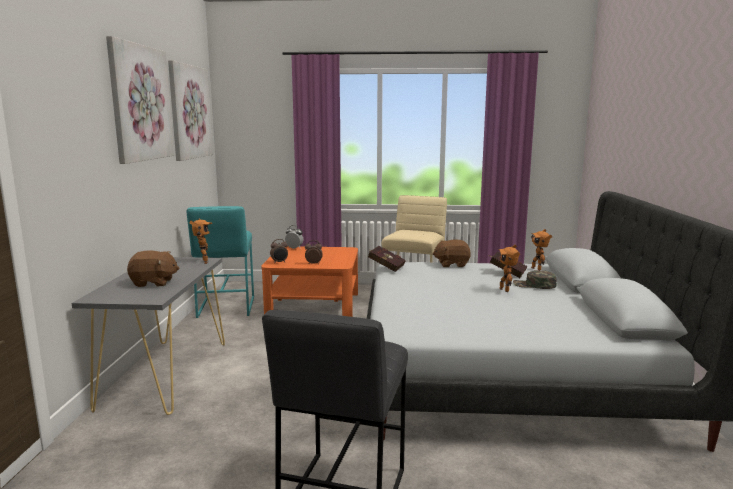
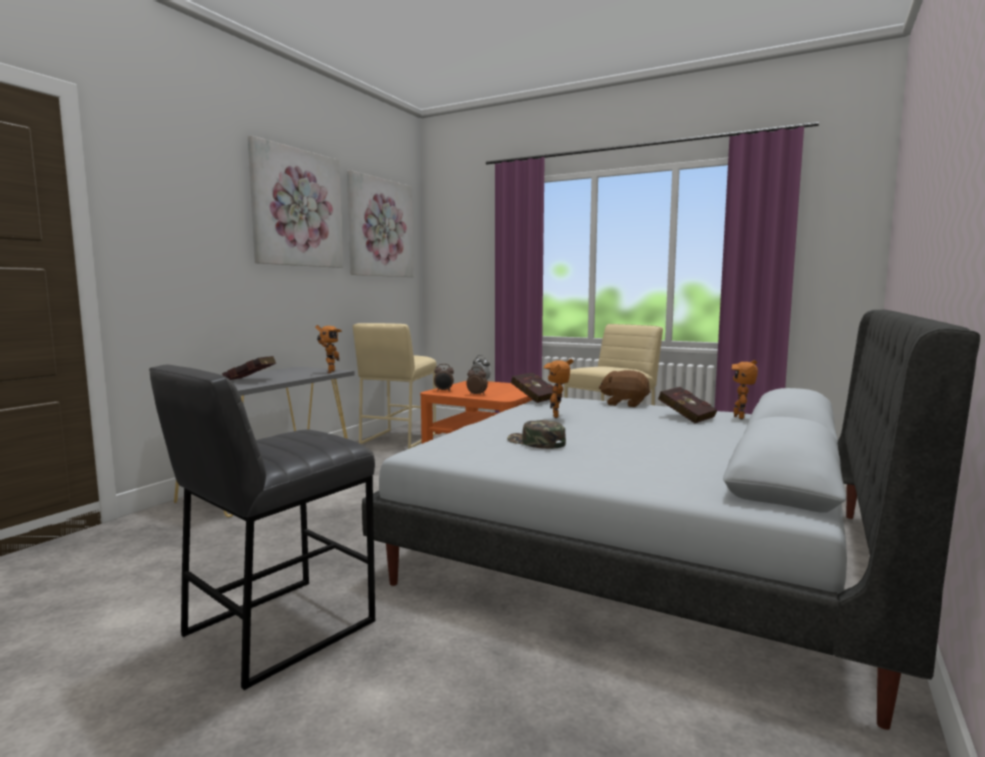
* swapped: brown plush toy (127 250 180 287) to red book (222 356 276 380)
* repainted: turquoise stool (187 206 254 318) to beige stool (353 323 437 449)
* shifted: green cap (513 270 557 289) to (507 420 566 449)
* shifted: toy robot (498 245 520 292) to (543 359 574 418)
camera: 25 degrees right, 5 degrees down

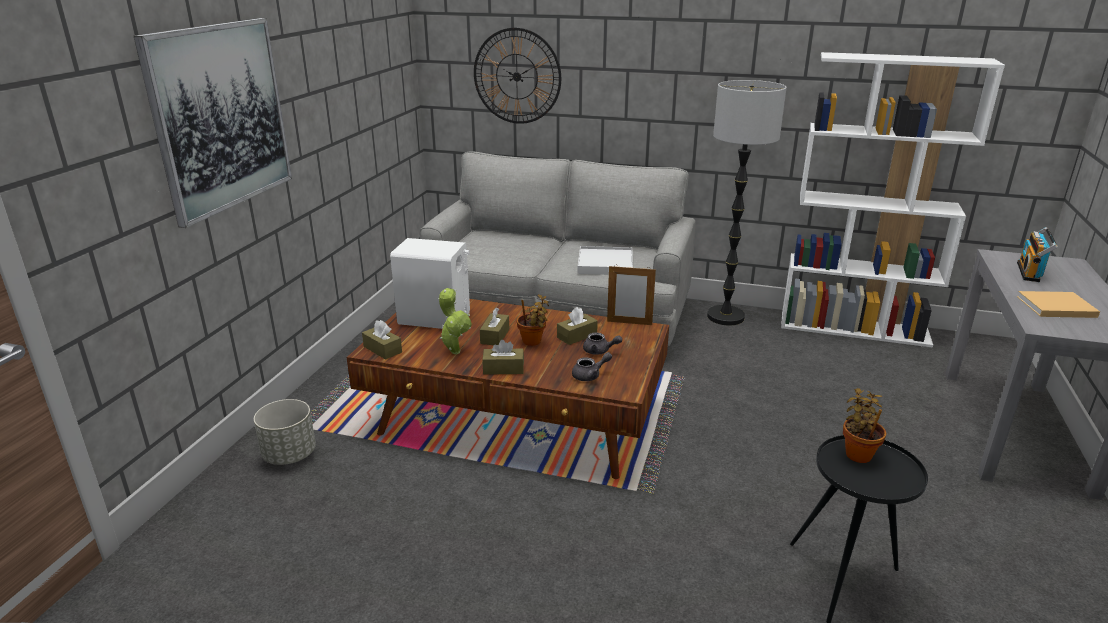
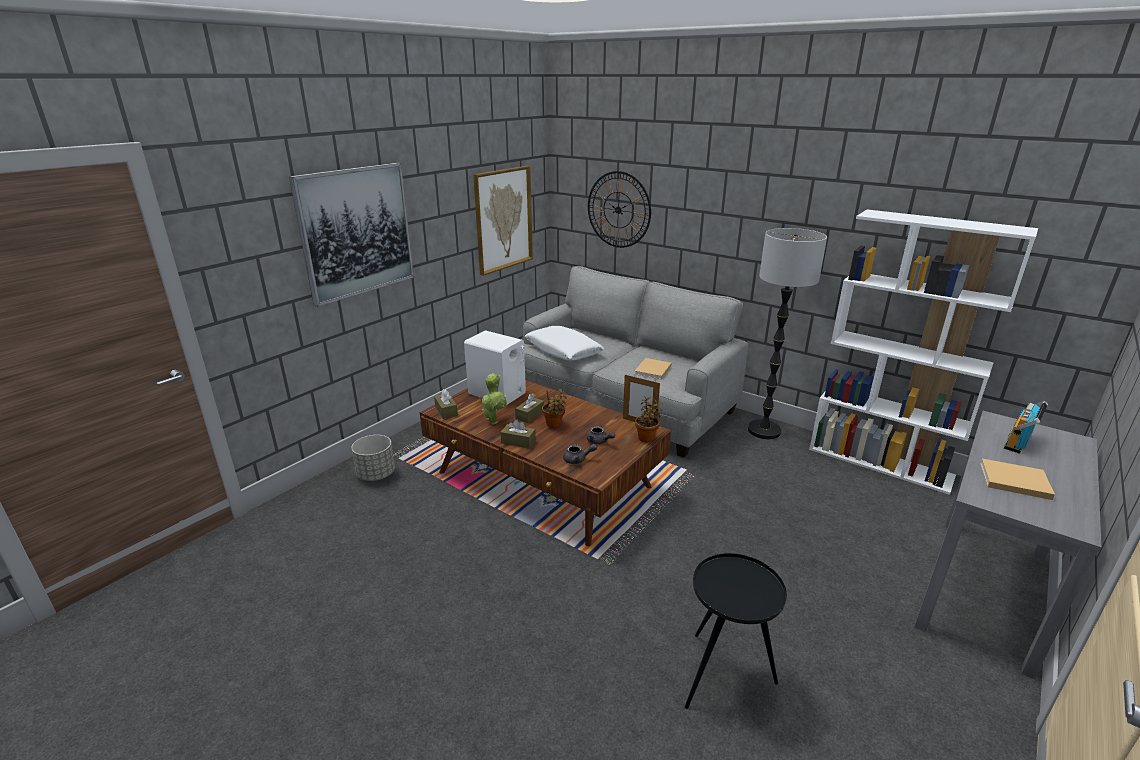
* new: picture (473 166 533 276)
* new: white pillow (525 326 604 361)
* swapped: white tray (578 246 633 275) to beige book (634 358 671 380)
* shifted: potted plant (843 388 887 463) to (635 396 662 442)
* gone: brown tissue box (557 307 598 345)
camera: 20 degrees right, 0 degrees up

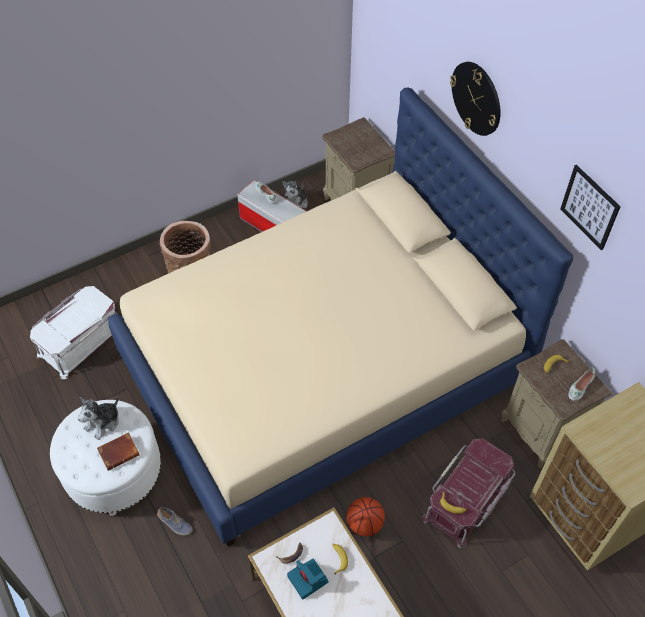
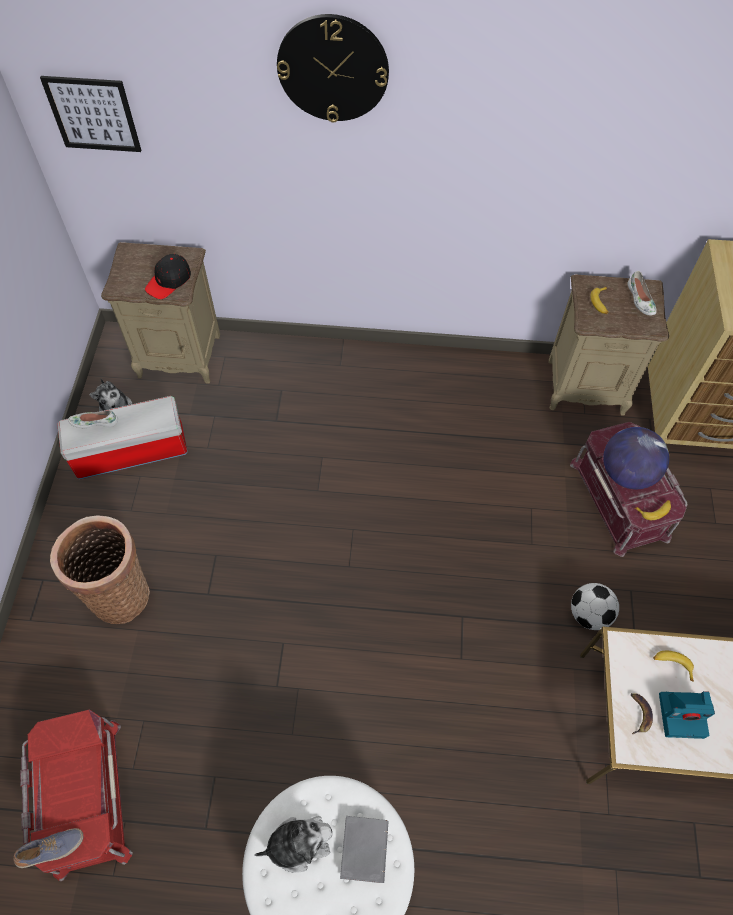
* shifted: shoe (157 507 192 536) to (13 828 84 868)
* repainted: white storage box (30 286 118 379) to red storage box (20 709 133 881)
* shifted: picture (560 165 621 250) to (40 76 141 152)
* new: black cap (145 254 191 299)
* rotated: plush toy (78 396 119 440) = (254 816 332 873) 90 degrees counterclockwise
* repainted: brown book (97 432 140 471) to grey book (340 816 389 883)
* swapped: basketball (347 497 385 536) to football (571 583 619 630)
* new: globe (603 427 669 489)
* gone: beige bed (108 87 573 546)
camera: 55 degrees left, 5 degrees up

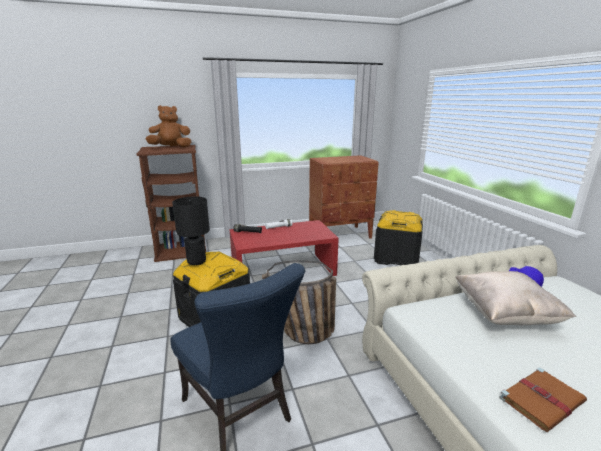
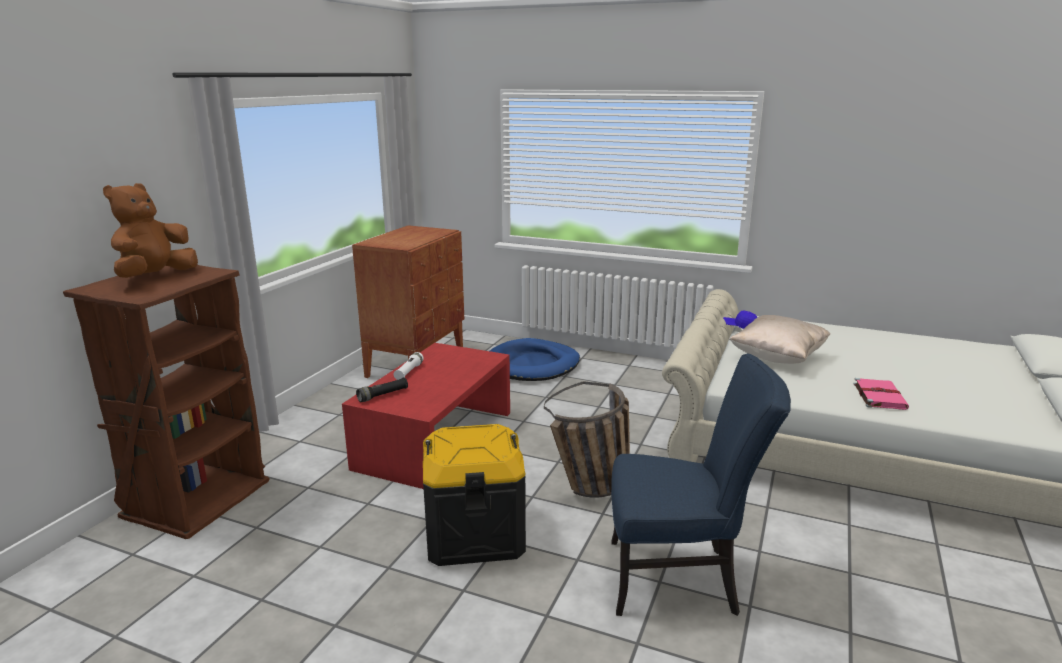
* swapped: black storage box (374 210 423 266) to blue dog bed (490 338 580 381)
* repainted: brown book (499 368 587 432) to pink book (853 378 909 410)
* gone: black table lamp (172 196 210 265)
camera: 50 degrees left, 0 degrees up

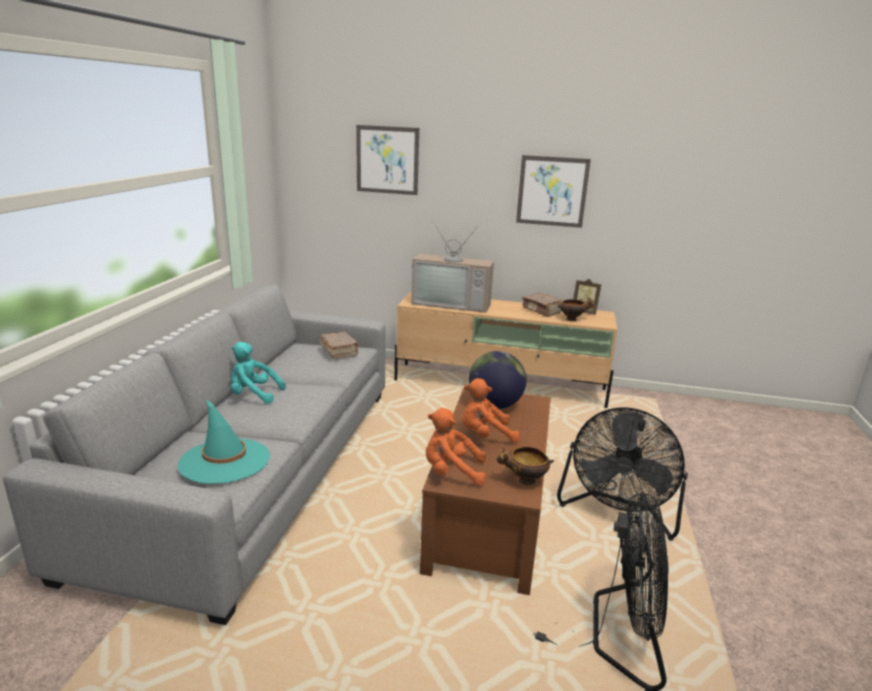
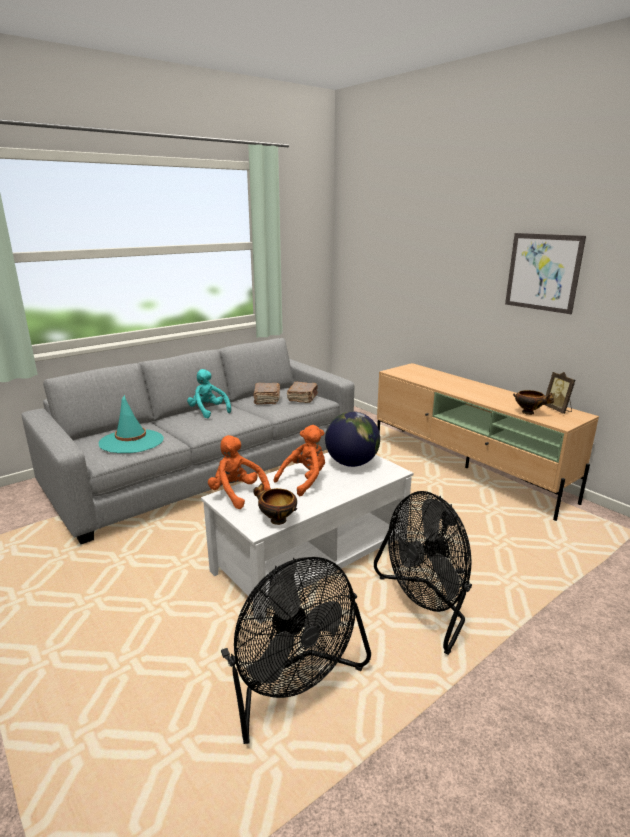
* repainted: brown coffee table (420 388 551 595) to white coffee table (201 452 414 624)
* shifted: brown book (522 293 562 317) to (254 383 280 405)
* rotated: orange plush toy (462 378 520 443) = (274 425 325 496) 105 degrees clockwise
* gone: picture (356 125 419 195)
* gone: television (411 219 494 313)
camera: 40 degrees right, 0 degrees up

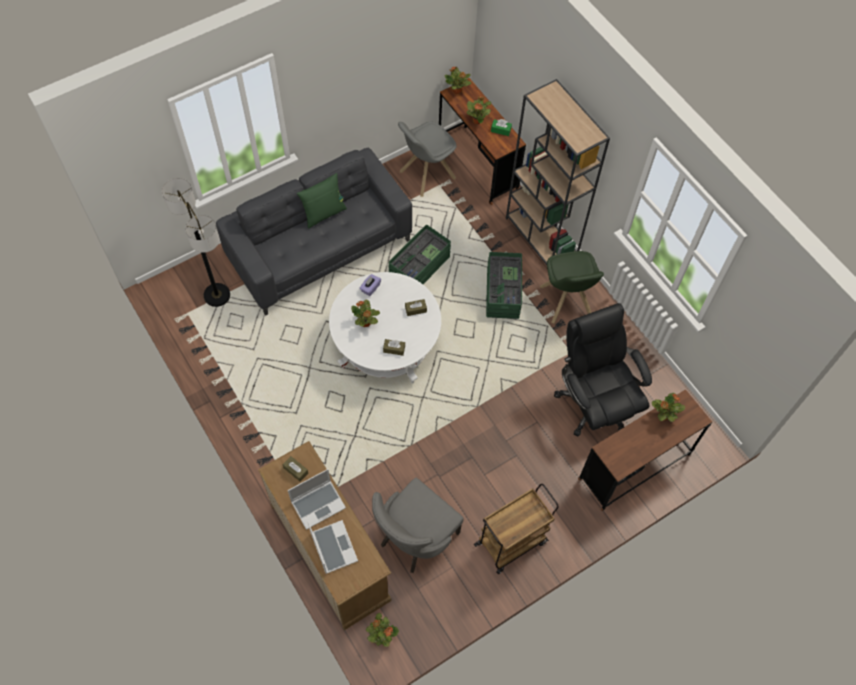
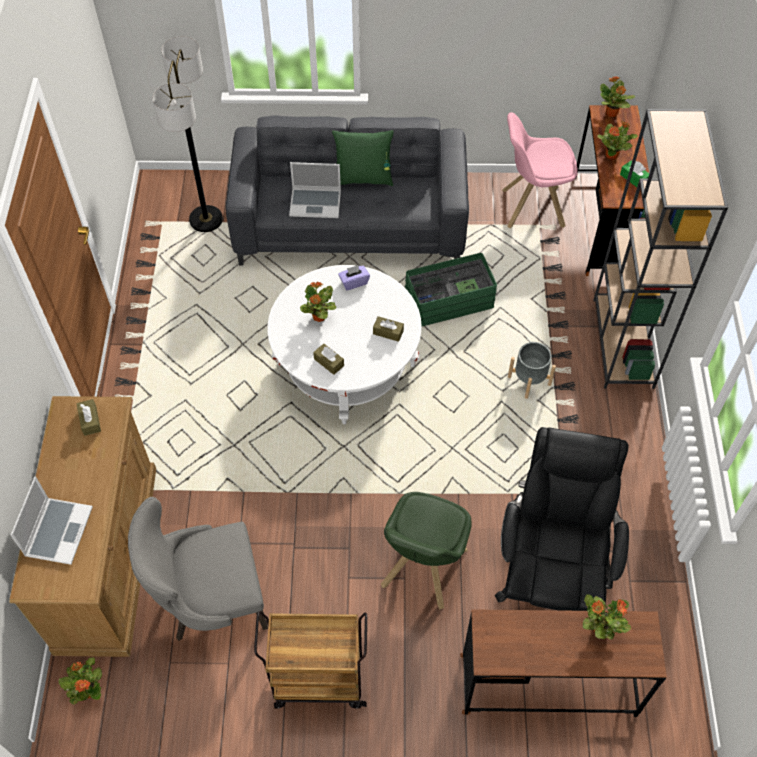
* shifted: laptop (288 469 346 530) to (289 162 341 218)
* shifted: green chair (540 251 604 324) to (381 492 472 609)
* repainted: grey chair (398 122 457 197) to pink chair (502 112 578 228)
* swapped: green storage box (486 252 523 319) to grey planter (508 342 556 399)
camera: 35 degrees right, 5 degrees down

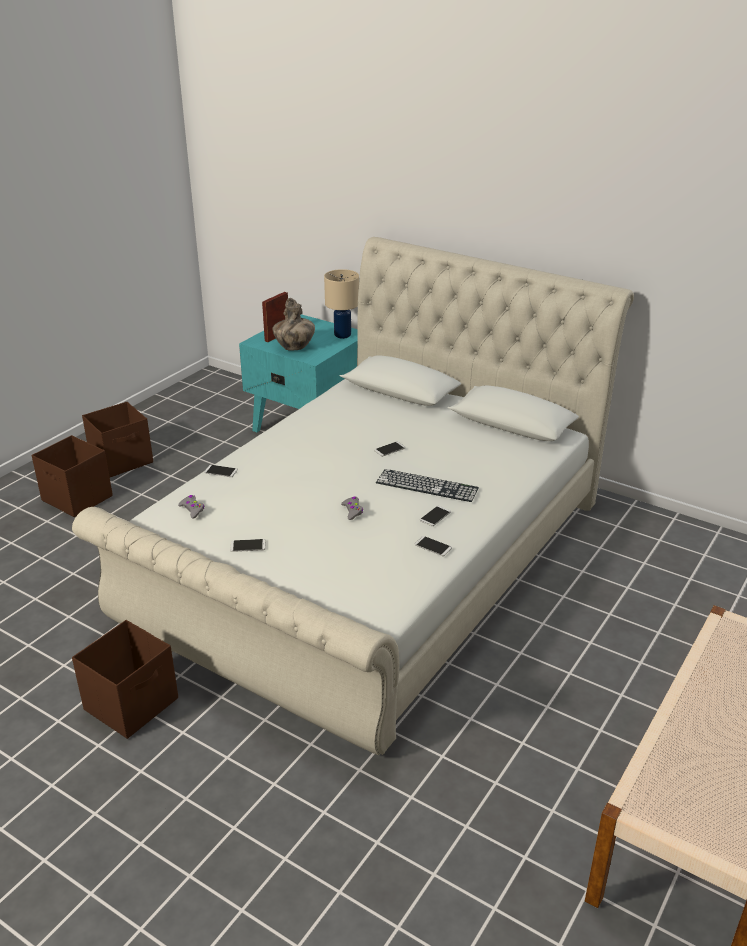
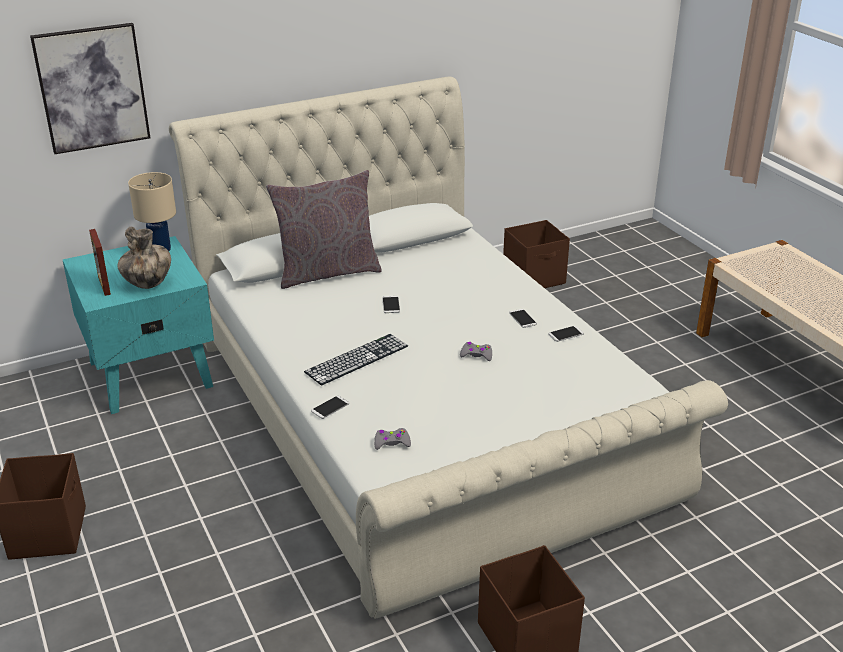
* new: picture (30 23 150 154)
* new: grey pillow (266 170 382 289)
* shifted: keyboard (376 469 479 502) to (304 334 408 386)
* shifted: brown storage box (32 435 113 517) to (503 220 570 288)
* gone: phone (230 539 266 552)
camera: 60 degrees left, 0 degrees up

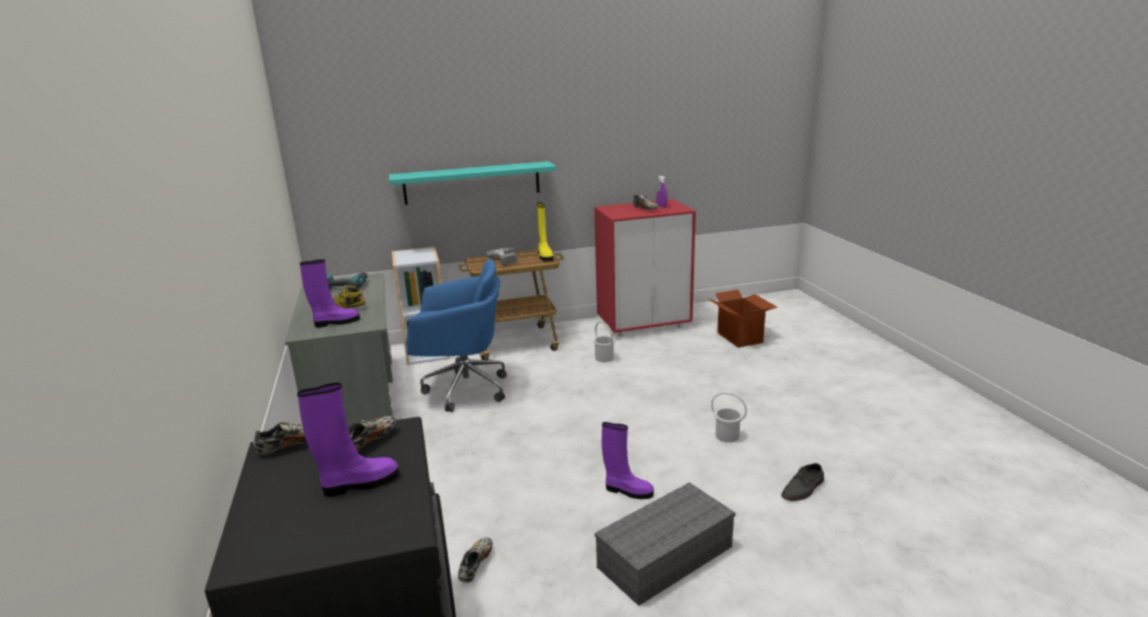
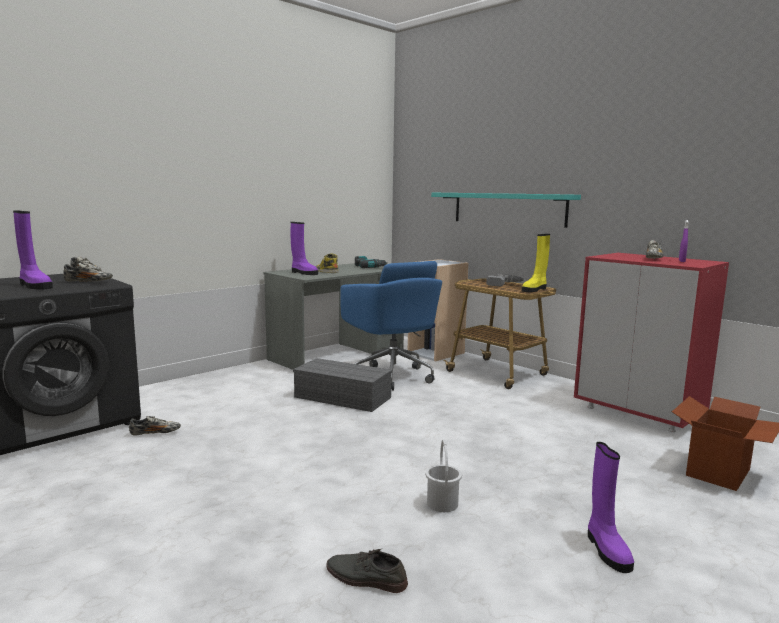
* shifted: grey storage box (595 482 735 606) to (293 358 392 412)
* shifted: purple boot (602 422 654 499) to (588 442 634 573)
* gone: white bucket (593 321 615 362)
camera: 60 degrees right, 10 degrees down

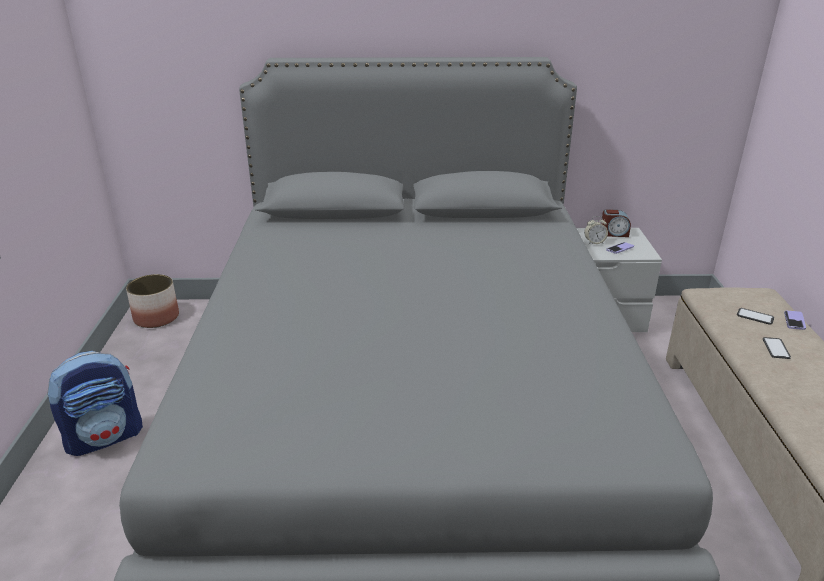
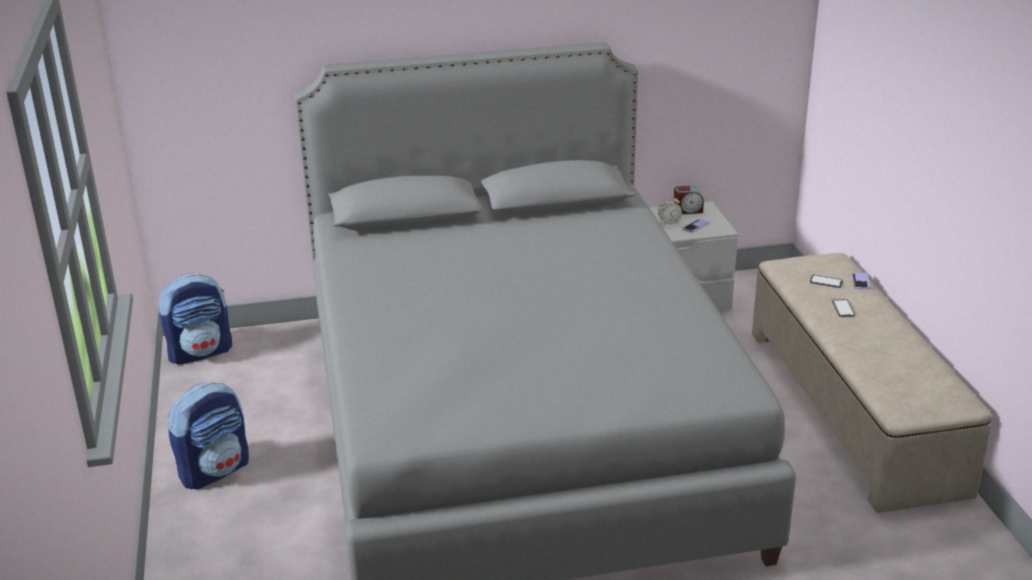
* swapped: planter (126 274 179 328) to backpack (159 273 232 364)
camera: 10 degrees left, 0 degrees up

